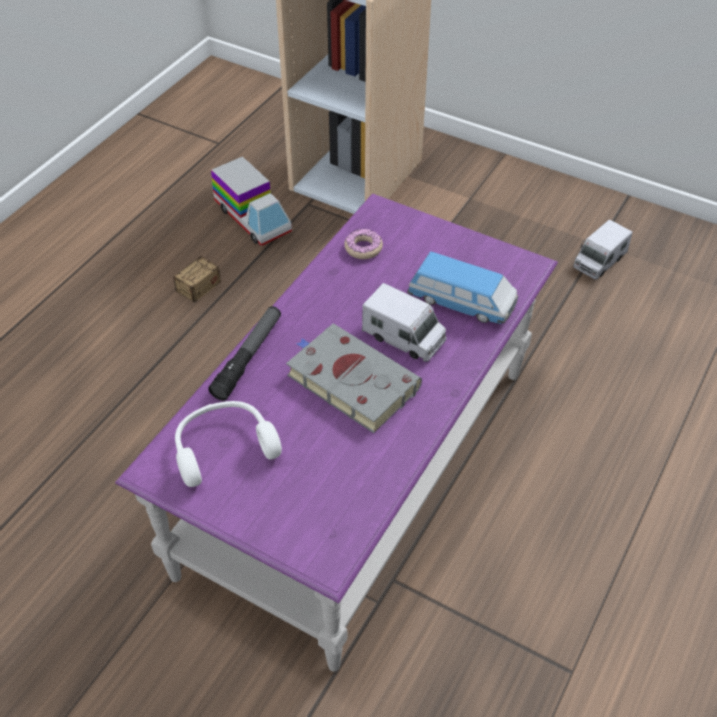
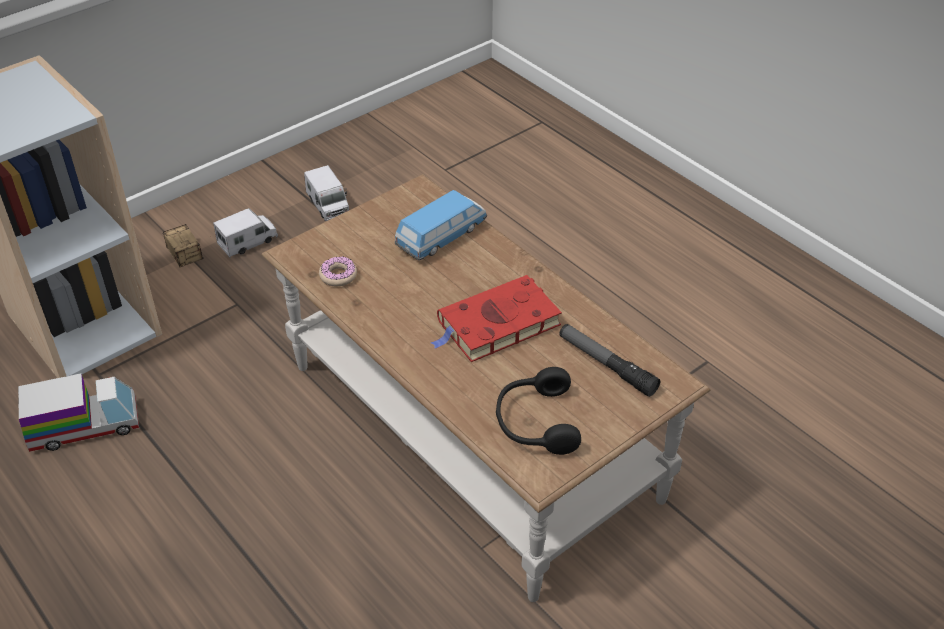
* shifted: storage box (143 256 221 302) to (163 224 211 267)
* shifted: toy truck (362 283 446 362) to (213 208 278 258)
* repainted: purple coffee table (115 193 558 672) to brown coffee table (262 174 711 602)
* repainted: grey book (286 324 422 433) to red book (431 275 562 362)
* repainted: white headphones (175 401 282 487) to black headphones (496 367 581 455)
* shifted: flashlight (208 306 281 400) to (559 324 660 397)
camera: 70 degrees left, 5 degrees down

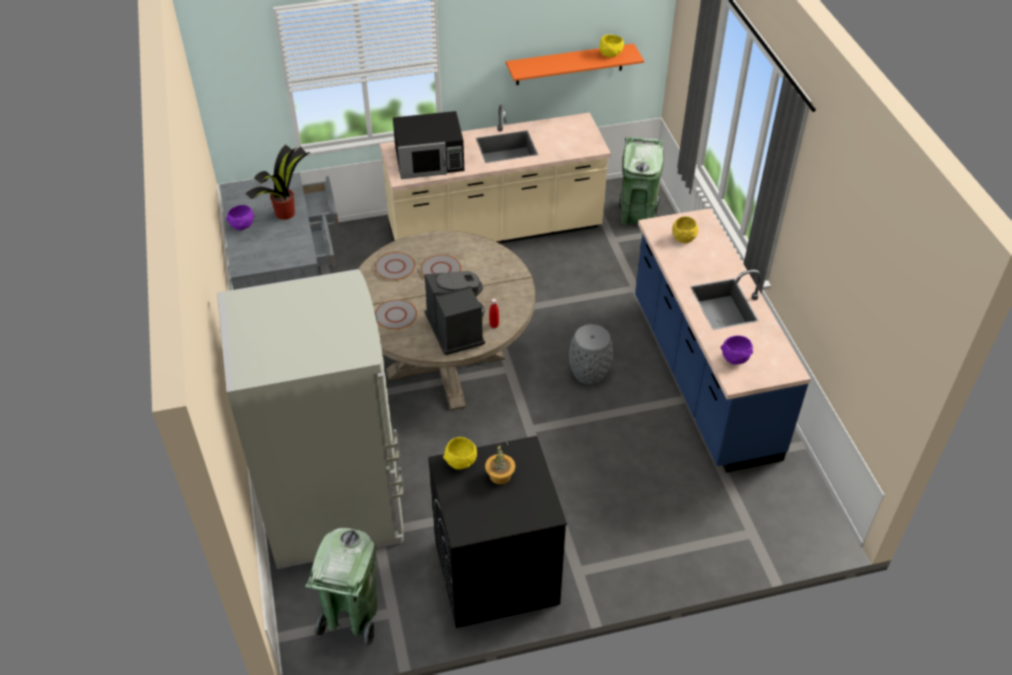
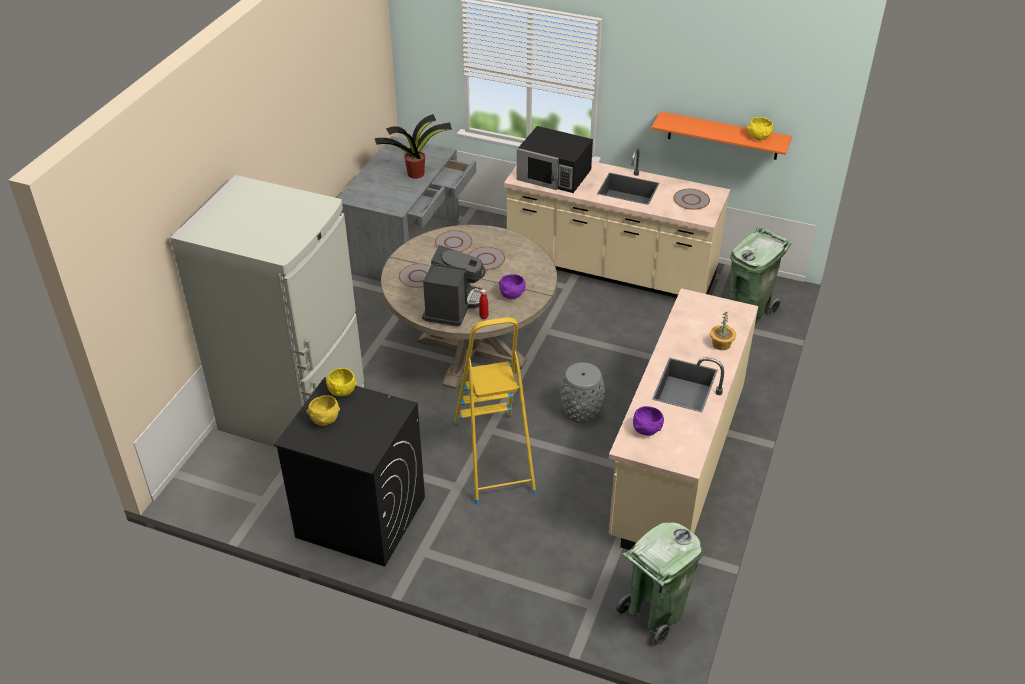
* shifted: yellow bowl (672 216 699 243) to (307 395 340 426)
* new: yellow step ladder (454 317 536 505)
* shifted: purple bowl (226 205 254 230) to (499 274 526 299)
* repainted: blue counter (635 208 811 473) to beige counter (609 288 758 550)
* shifted: green trash can (305 528 377 646) to (616 522 703 646)
* new: grey plate (673 189 710 210)
* shifted: potted plant (485 444 515 485) to (710 312 736 350)
camera: 35 degrees right, 5 degrees down

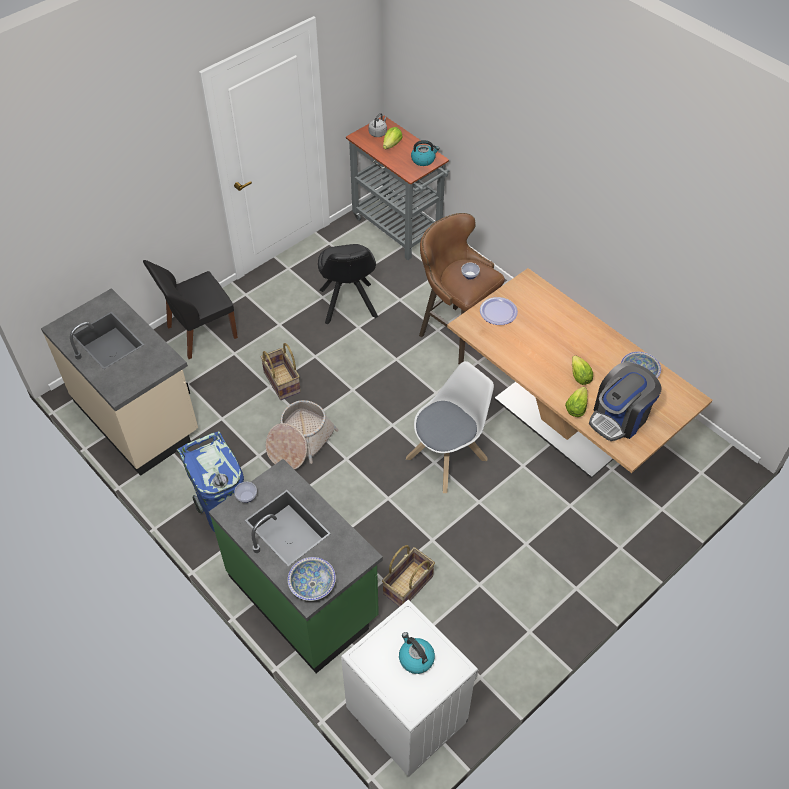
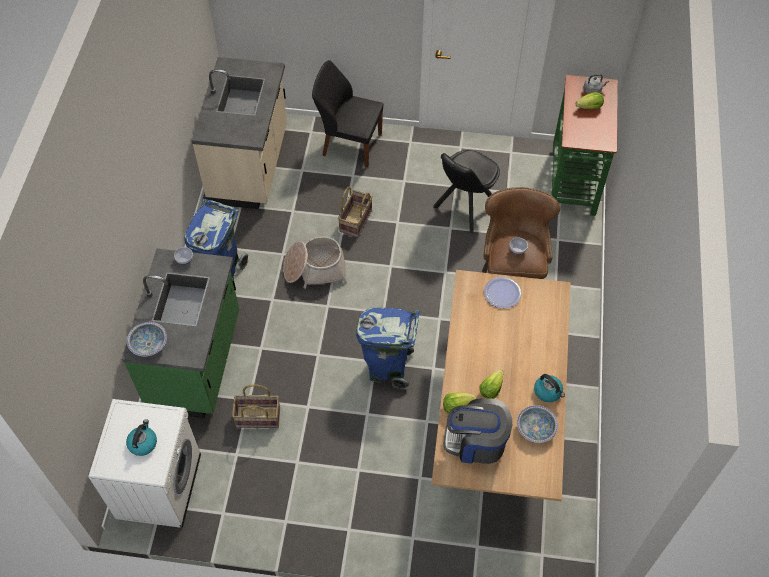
* swapped: chair (406 361 494 493) to blue trash can (356 308 419 390)
* shifted: kettle (411 140 439 166) to (534 374 565 402)
* repainted: grey cart (346 116 449 260) to green cart (551 75 618 216)
camera: 50 degrees right, 5 degrees up

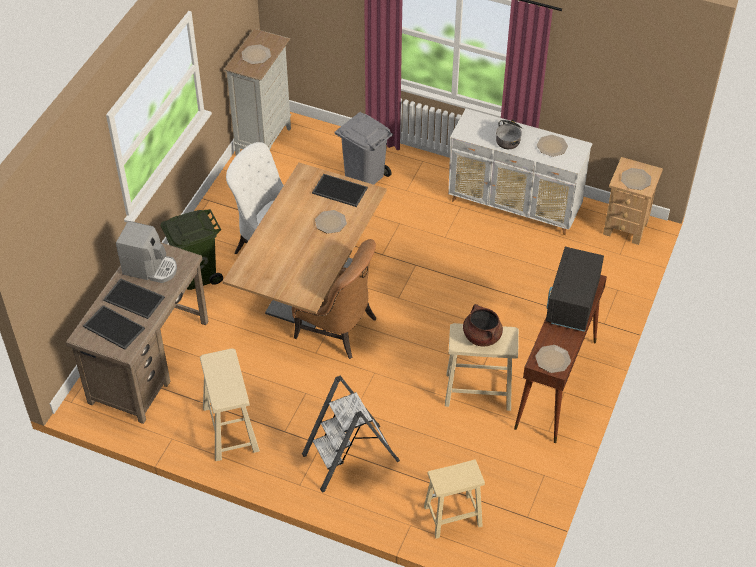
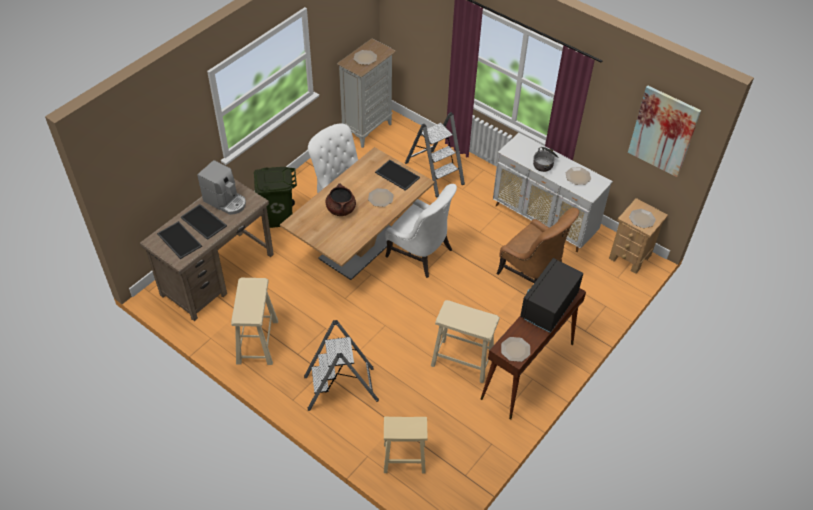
* shifted: brown cooking pot (463 304 503 346) to (325 183 356 216)
* new: white chair (385 184 457 278)
* swapped: grey trash can (335 112 393 185) to grey step ladder (405 112 465 197)
* shifted: brown chair (292 239 376 359) to (497 208 579 283)
* new: picture (628 85 701 177)
camera: 15 degrees right, 0 degrees up

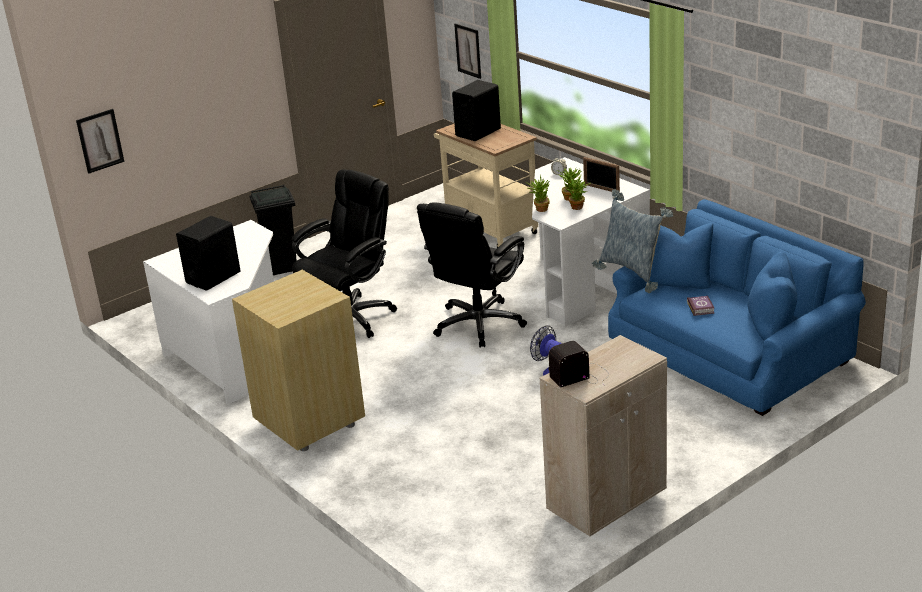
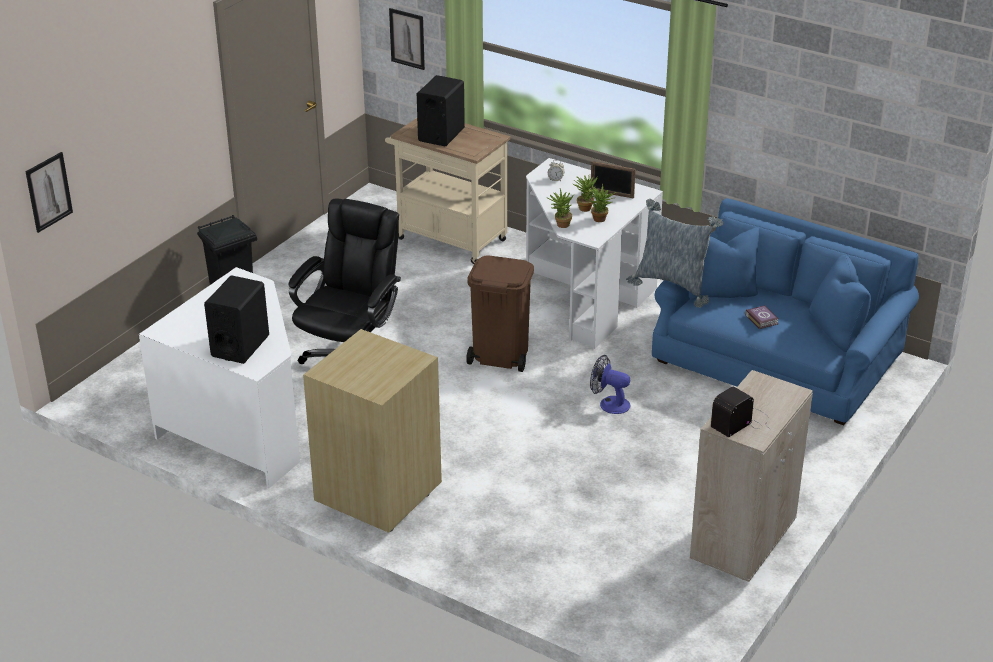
* swapped: black office chair (417 202 527 347) to brown trash can (466 255 534 372)
camera: 20 degrees left, 5 degrees up

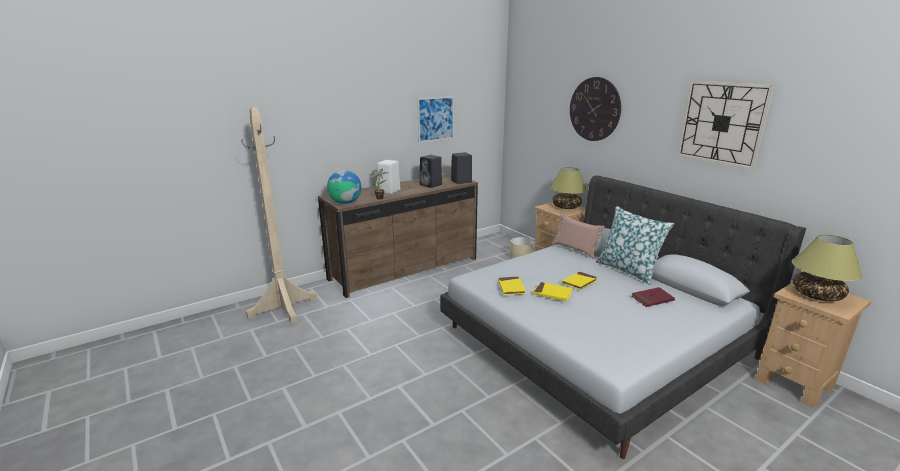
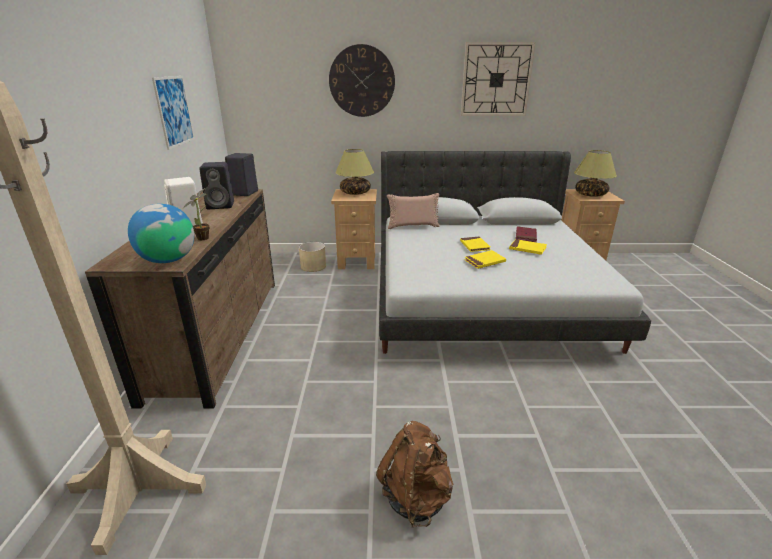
* new: brown backpack (376 421 453 527)
* shifted: yellow book (498 276 526 295) to (509 239 547 255)
* gone: pillow (596 206 674 285)
camera: 55 degrees left, 5 degrees up

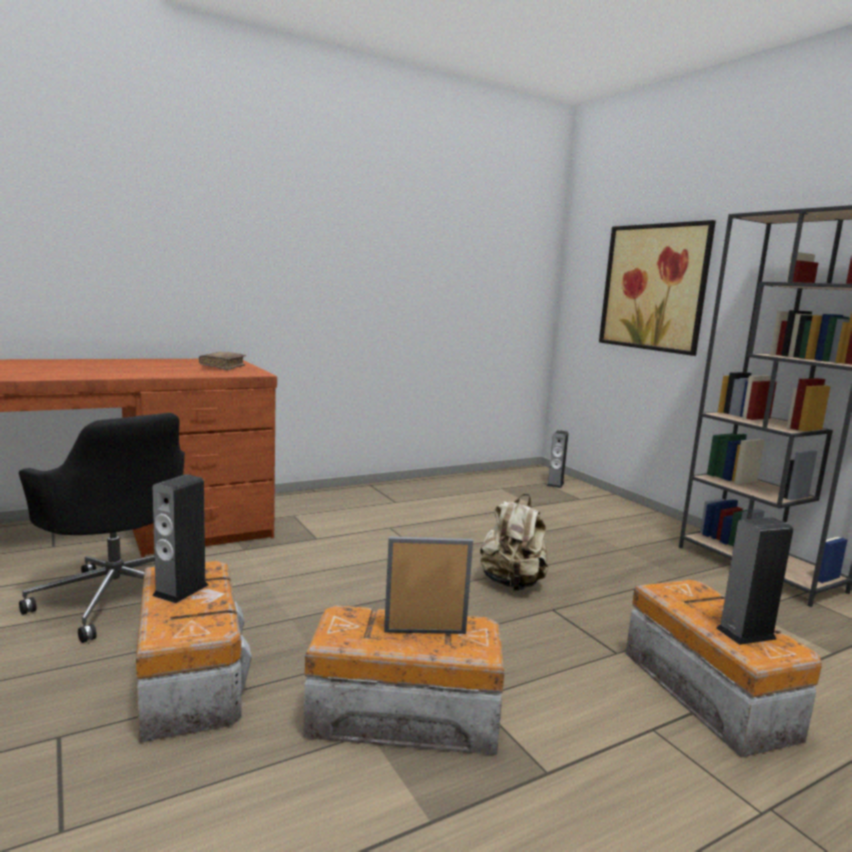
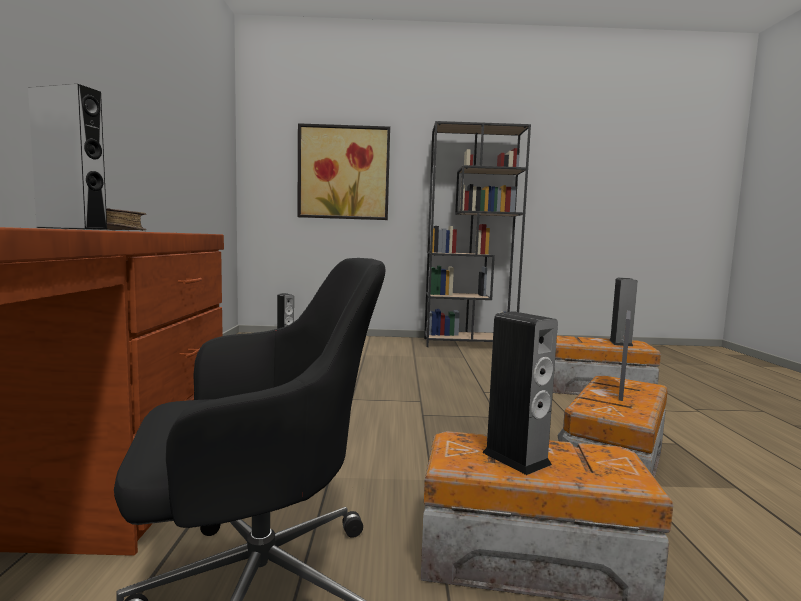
* new: grey speaker (28 84 107 230)
* gone: beige backpack (480 494 549 591)
camera: 60 degrees left, 5 degrees down

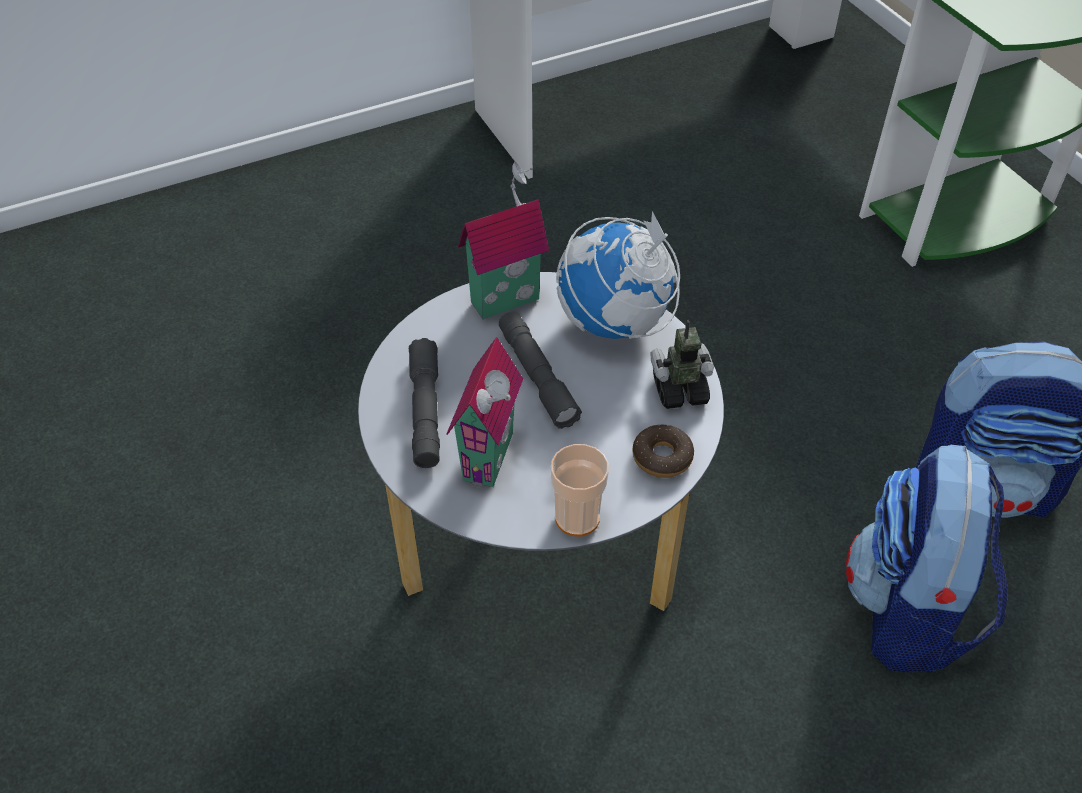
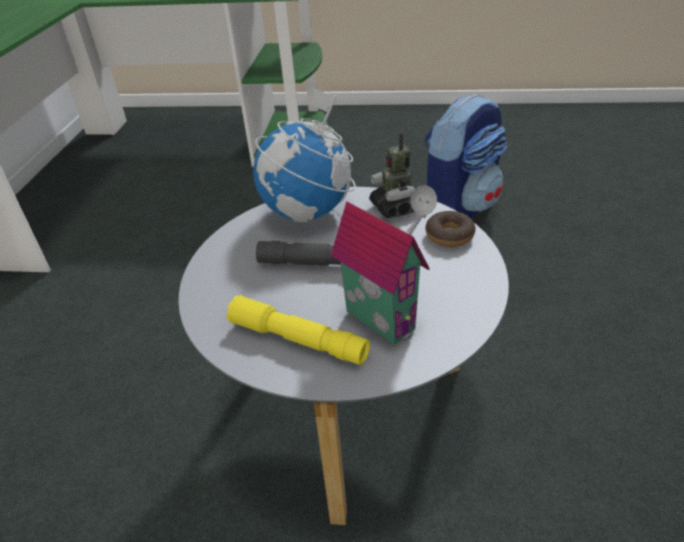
* repainted: grey flashlight (409 338 440 468) to yellow flashlight (227 295 370 365)
* rotated: toy robot (650 320 714 409) = (369 133 415 218) 45 degrees counterclockwise
* gone: toy house (458 161 549 319)
* gone: cup (551 444 609 537)
* gone: backpack (846 445 1008 672)
camera: 55 degrees left, 10 degrees down

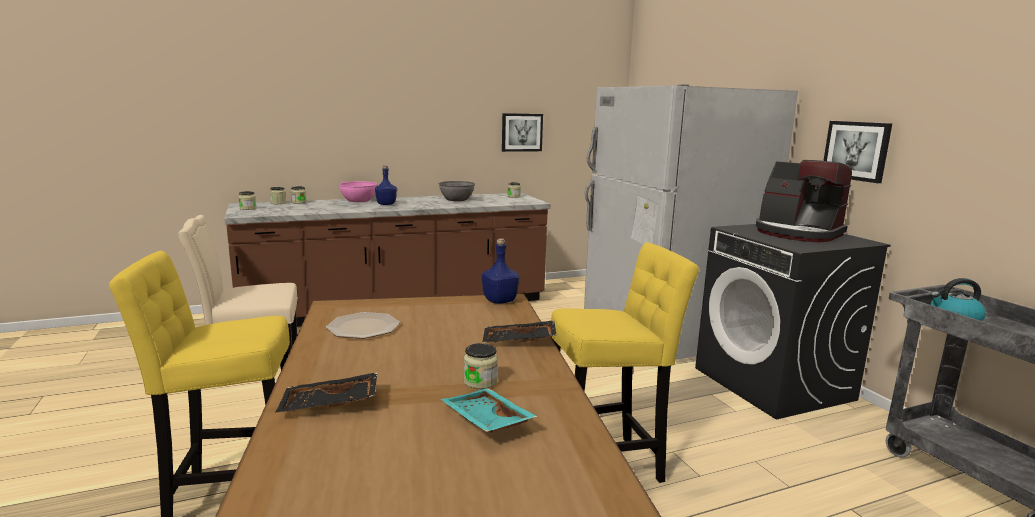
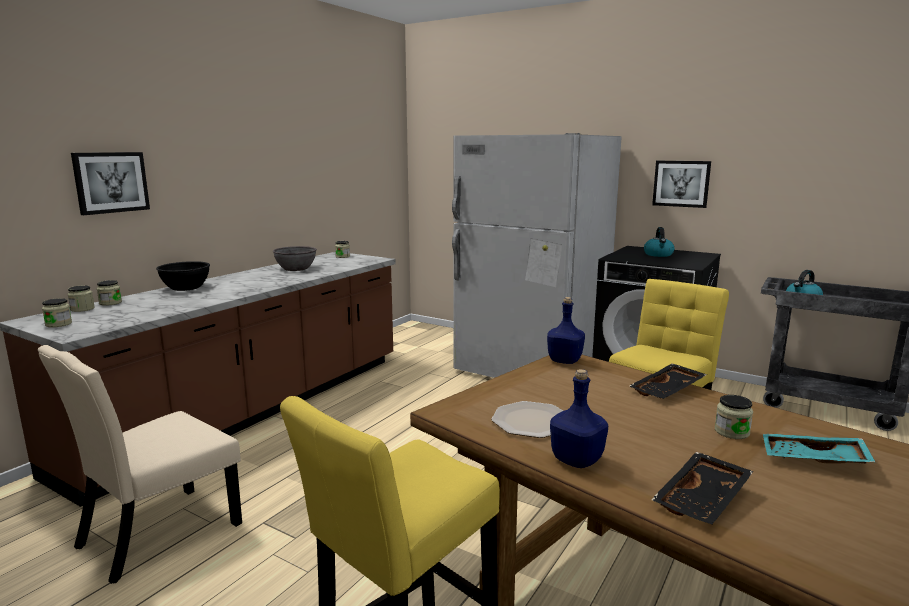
* shifted: picture (502 113 543 152) to (71 152 150 215)
* repainted: pink bowl (339 181 377 202) to black bowl (156 261 210 291)
* shifted: blue bottle (375 166 397 205) to (550 369 608 468)
* swapped: coffee machine (756 160 852 242) to kettle (644 227 675 257)
camera: 35 degrees left, 0 degrees up

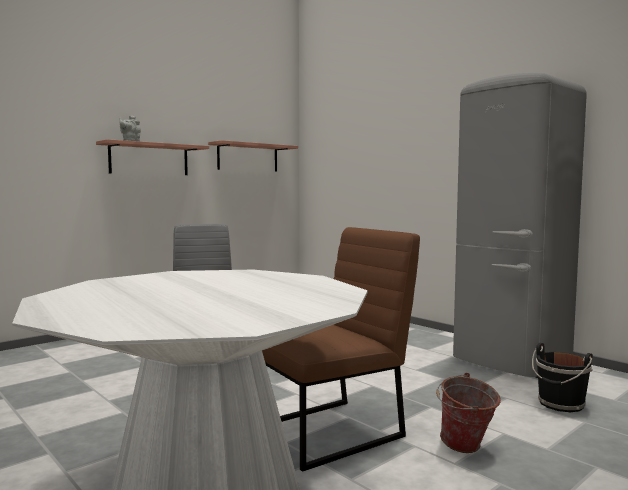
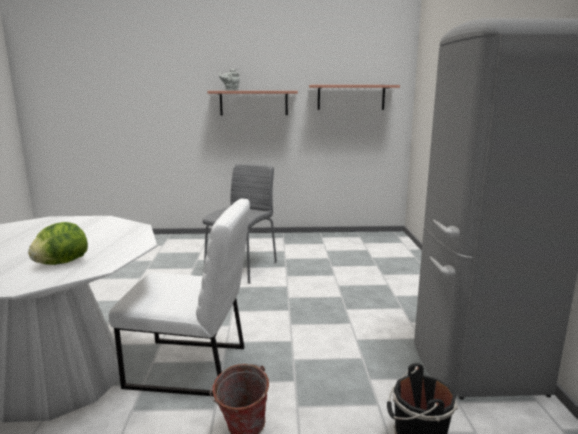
* new: lettuce (28 222 88 265)
* repainted: brown chair (262 227 420 472) to white chair (109 199 250 396)
camera: 40 degrees right, 10 degrees up

